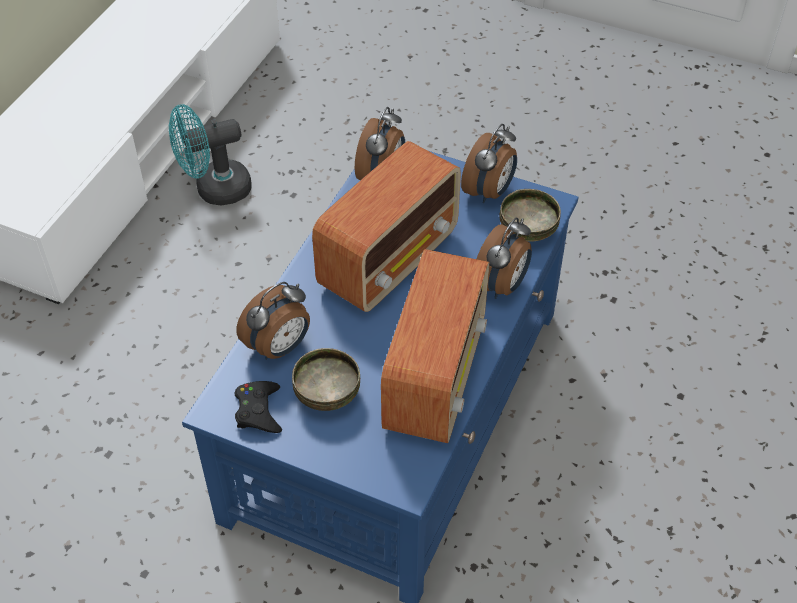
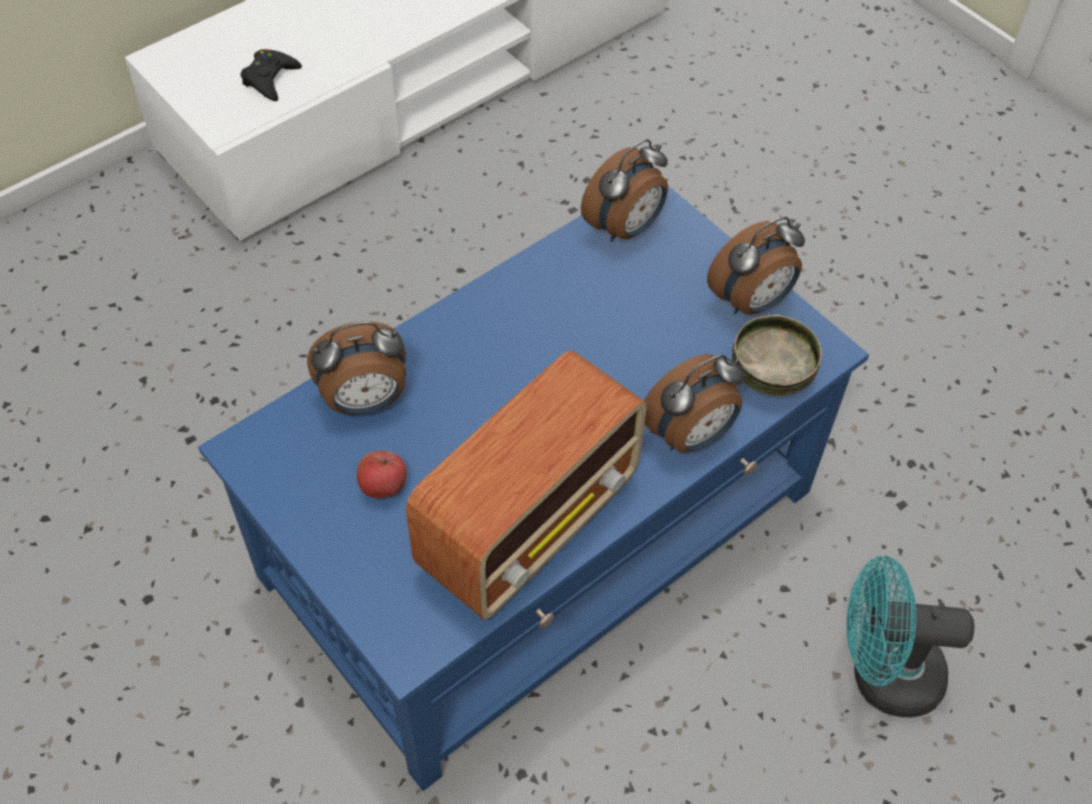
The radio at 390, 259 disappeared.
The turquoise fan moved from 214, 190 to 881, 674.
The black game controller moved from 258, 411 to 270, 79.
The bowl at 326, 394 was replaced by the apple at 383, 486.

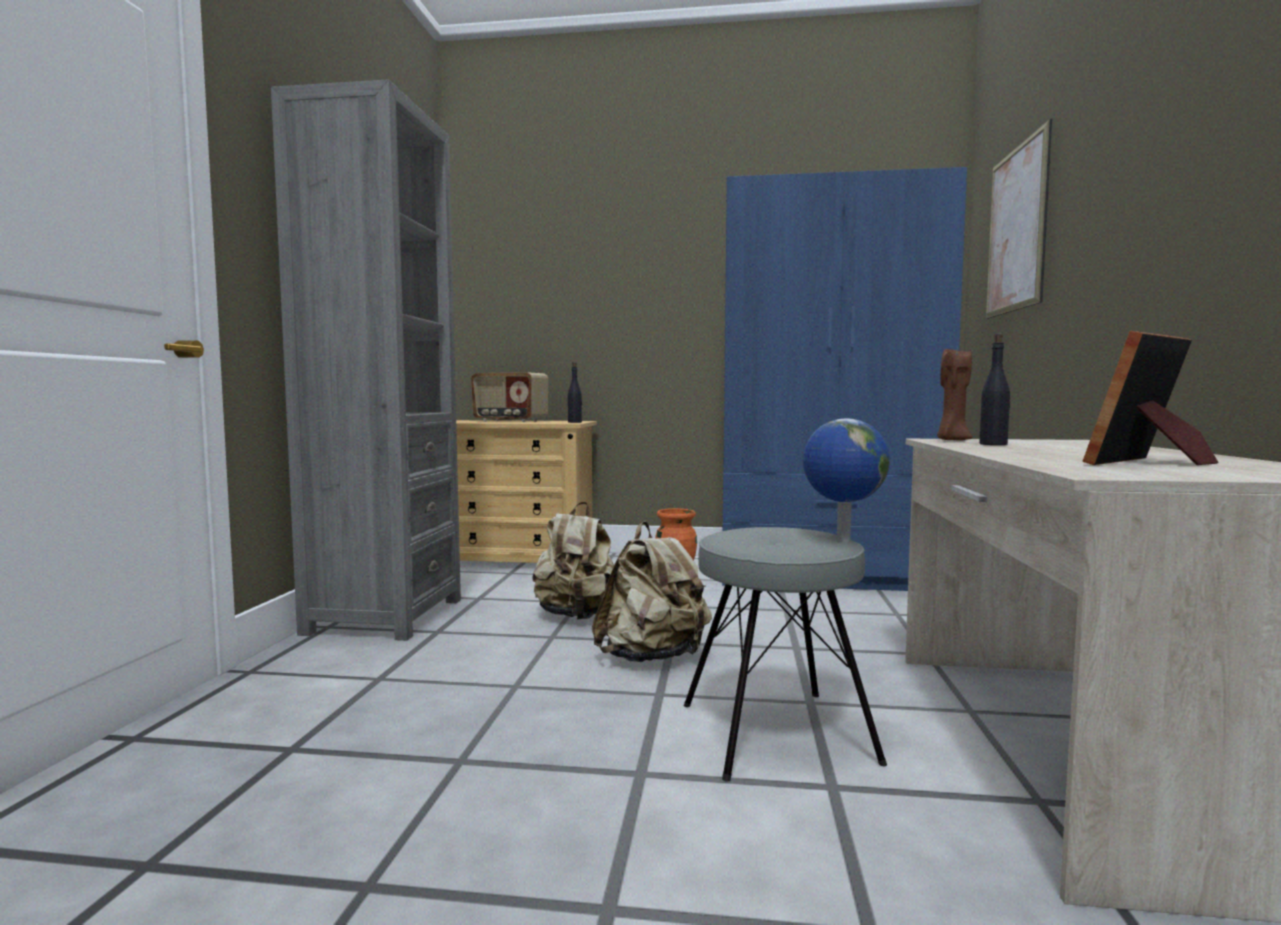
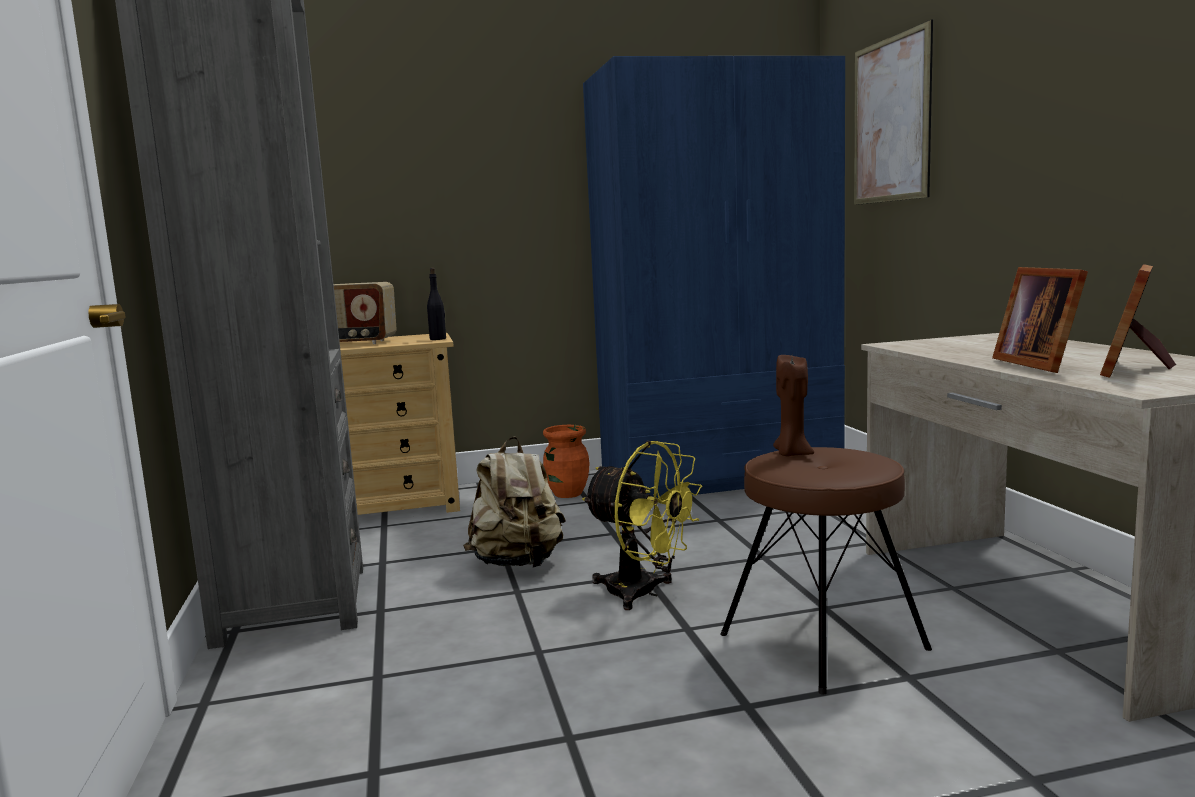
The globe at 842, 540 disappeared.
The black bottle at 993, 444 disappeared.
The picture frame at 1040, 364 appeared.
The brown candle moved from 952, 440 to 791, 454.
The beige backpack at 652, 657 was replaced by the yellow fan at 643, 593.
The grey stool at 774, 732 became the brown stool at 821, 641.

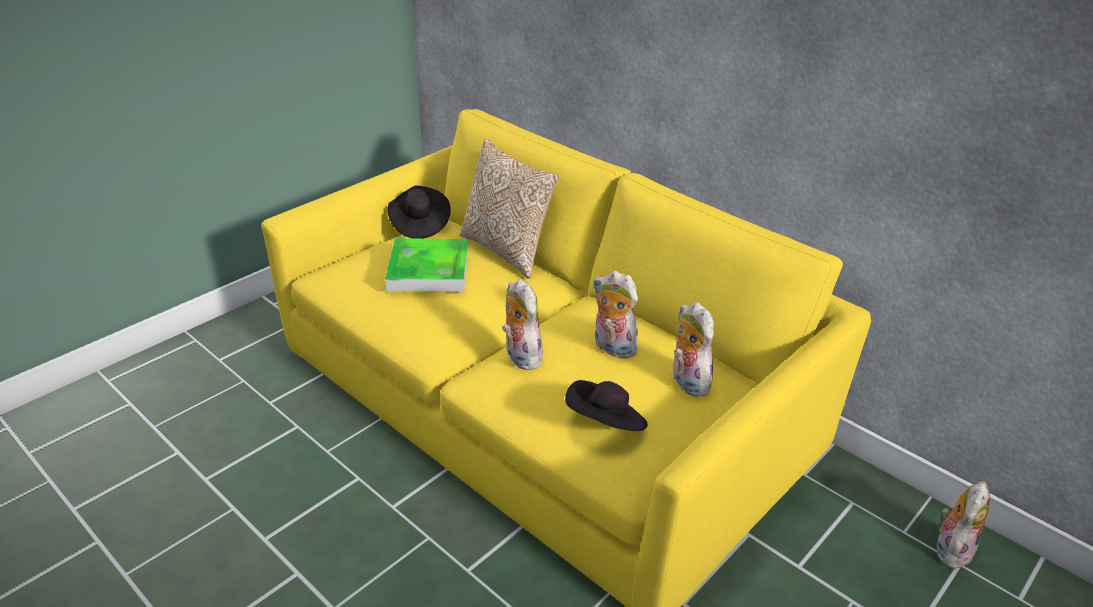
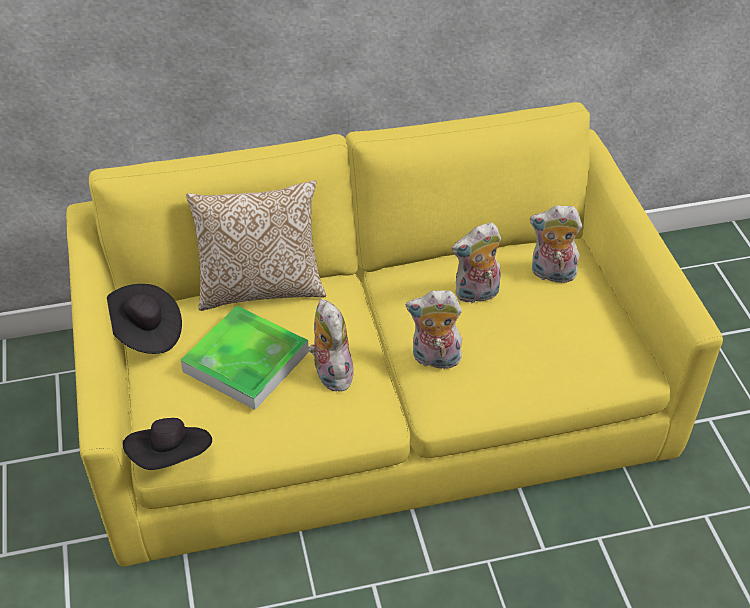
The black hat moved from 605, 424 to 171, 457.
The plush toy moved from 951, 548 to 330, 373.

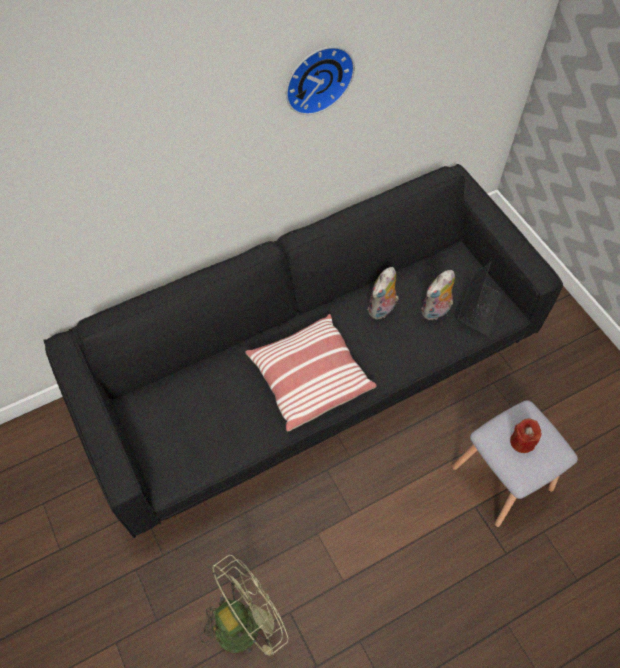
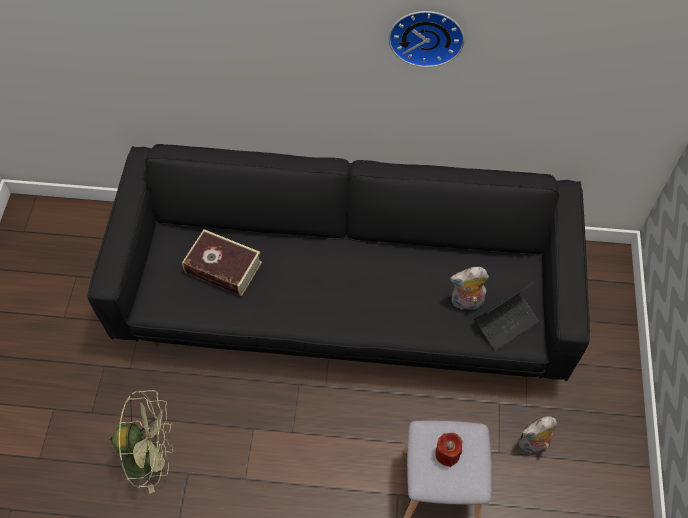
The pillow at 309, 378 disappeared.
The book at 223, 267 appeared.
The plush toy moved from 382, 310 to 533, 444.

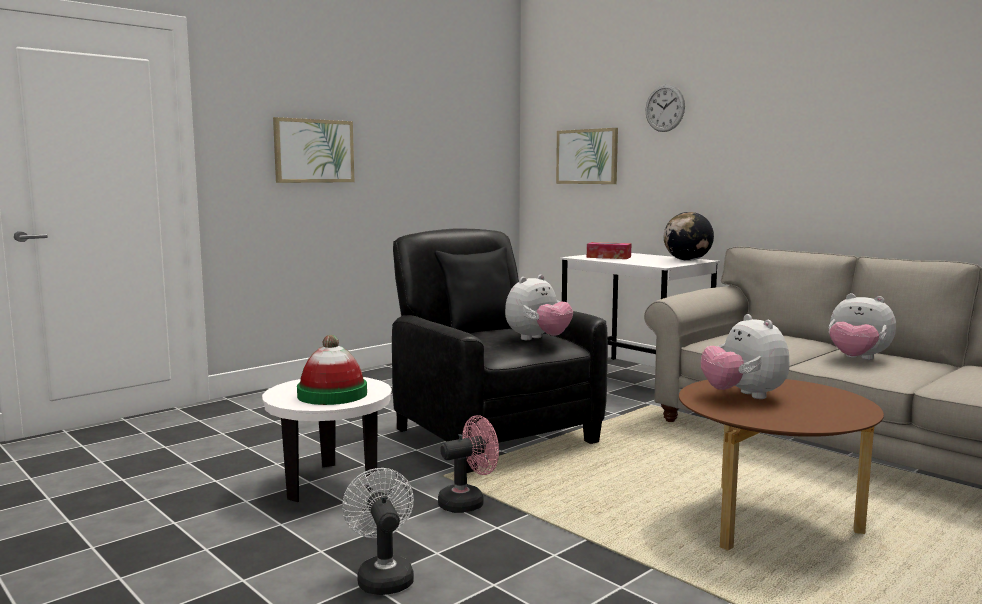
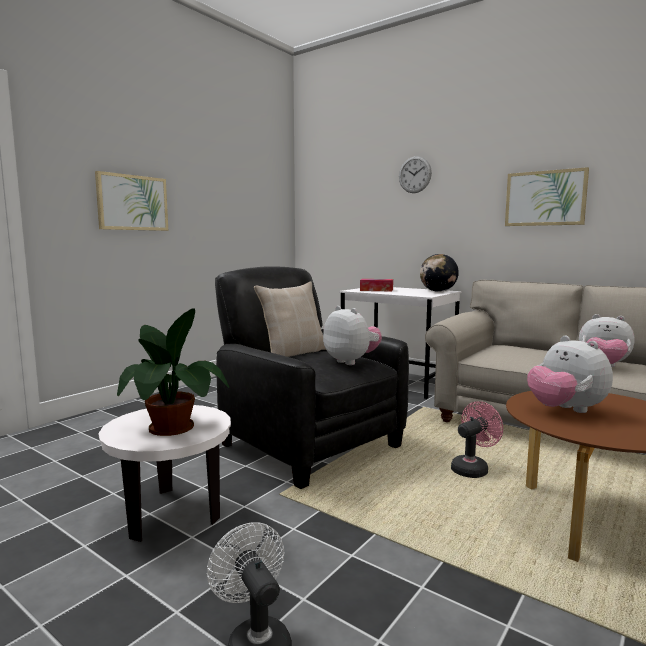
The pink fan moved from 468, 502 to 472, 469.
The picture moved from 587, 156 to 545, 198.
The hat at 332, 394 was replaced by the potted plant at 173, 428.
The black pillow at 480, 329 became the beige pillow at 293, 353.
The plush toy at 537, 339 turned 75 degrees counterclockwise.

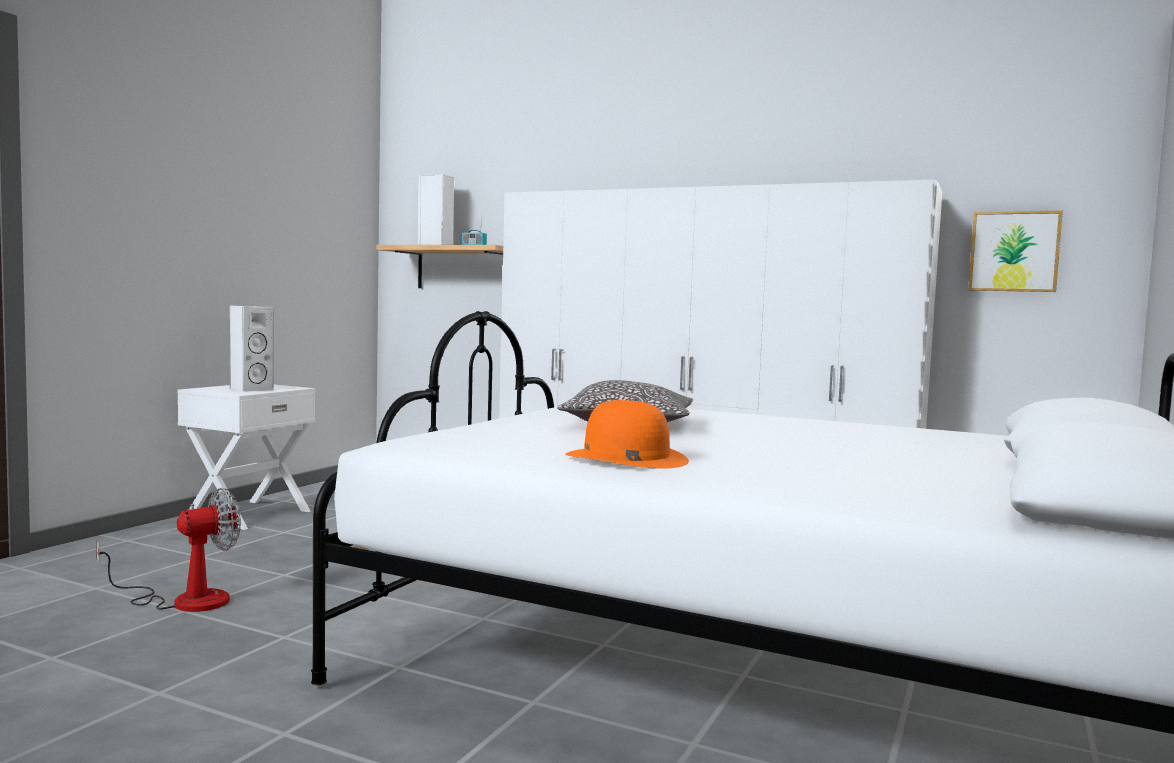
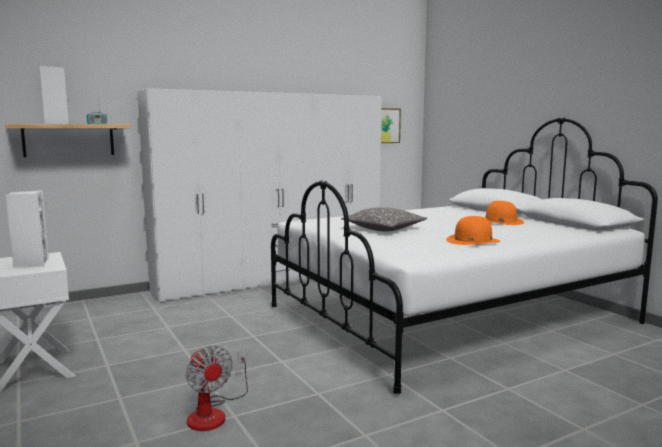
The orange hat at 500, 221 appeared.
The fan at 184, 600 turned 150 degrees clockwise.

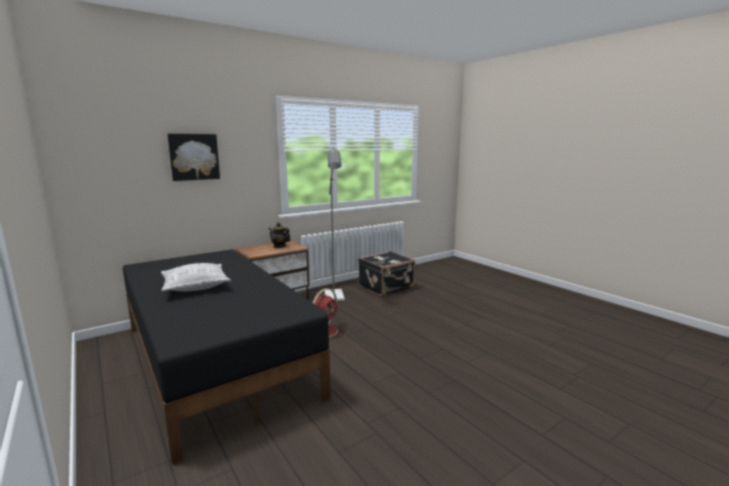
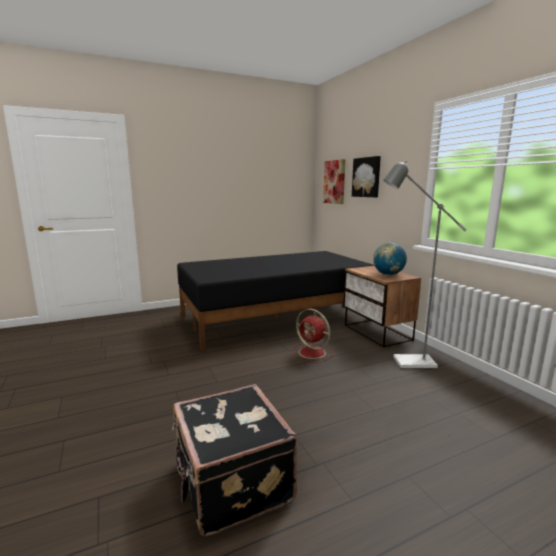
The pillow at 196, 286 disappeared.
The picture at 334, 182 appeared.
The black suitcase moved from 387, 287 to 231, 482.
The teapot at 279, 246 was replaced by the globe at 388, 274.

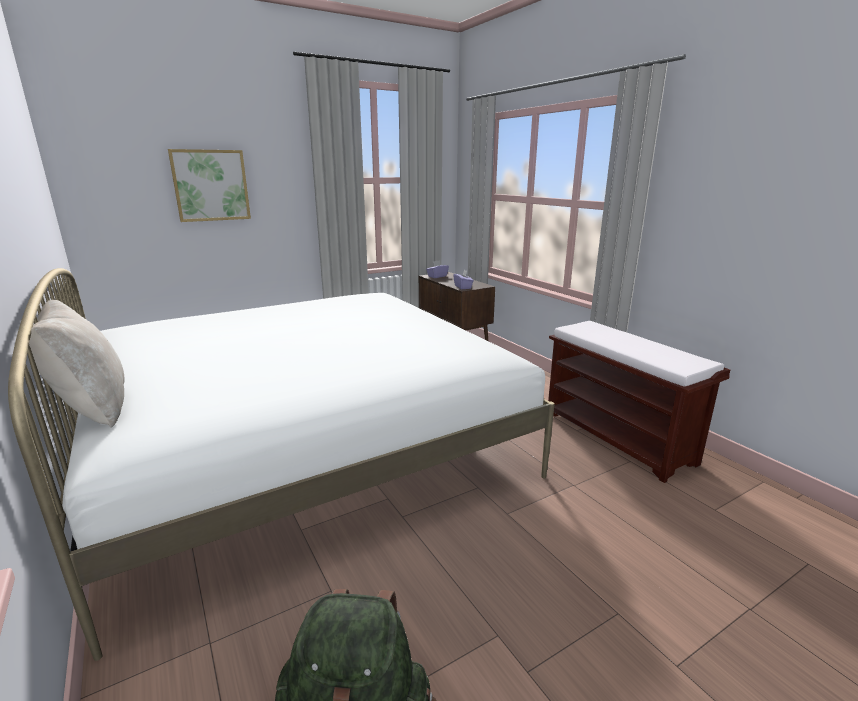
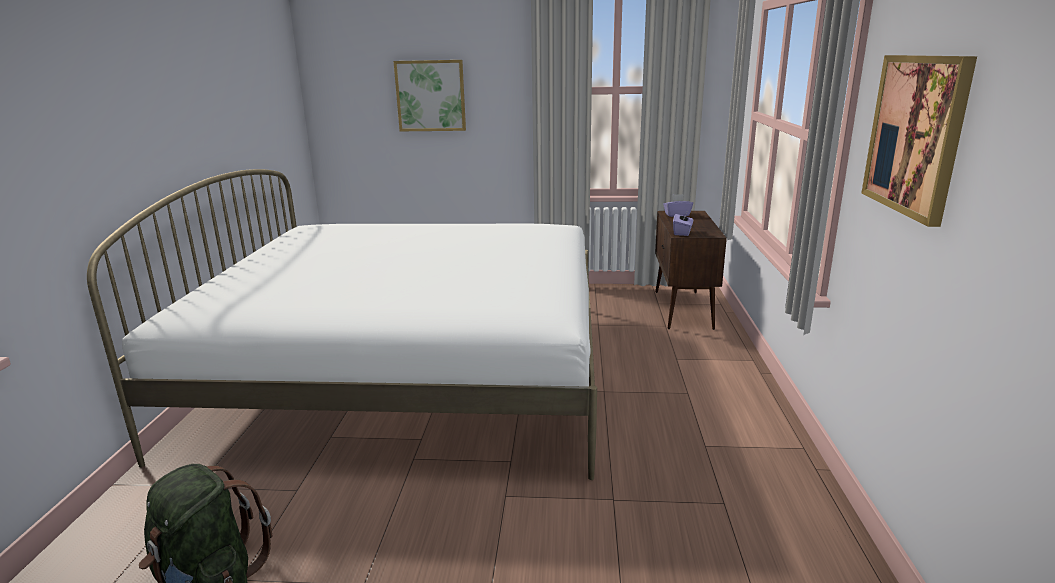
The beige pillow at 92, 408 disappeared.
The brown bench at 618, 438 disappeared.
The picture at 916, 135 appeared.

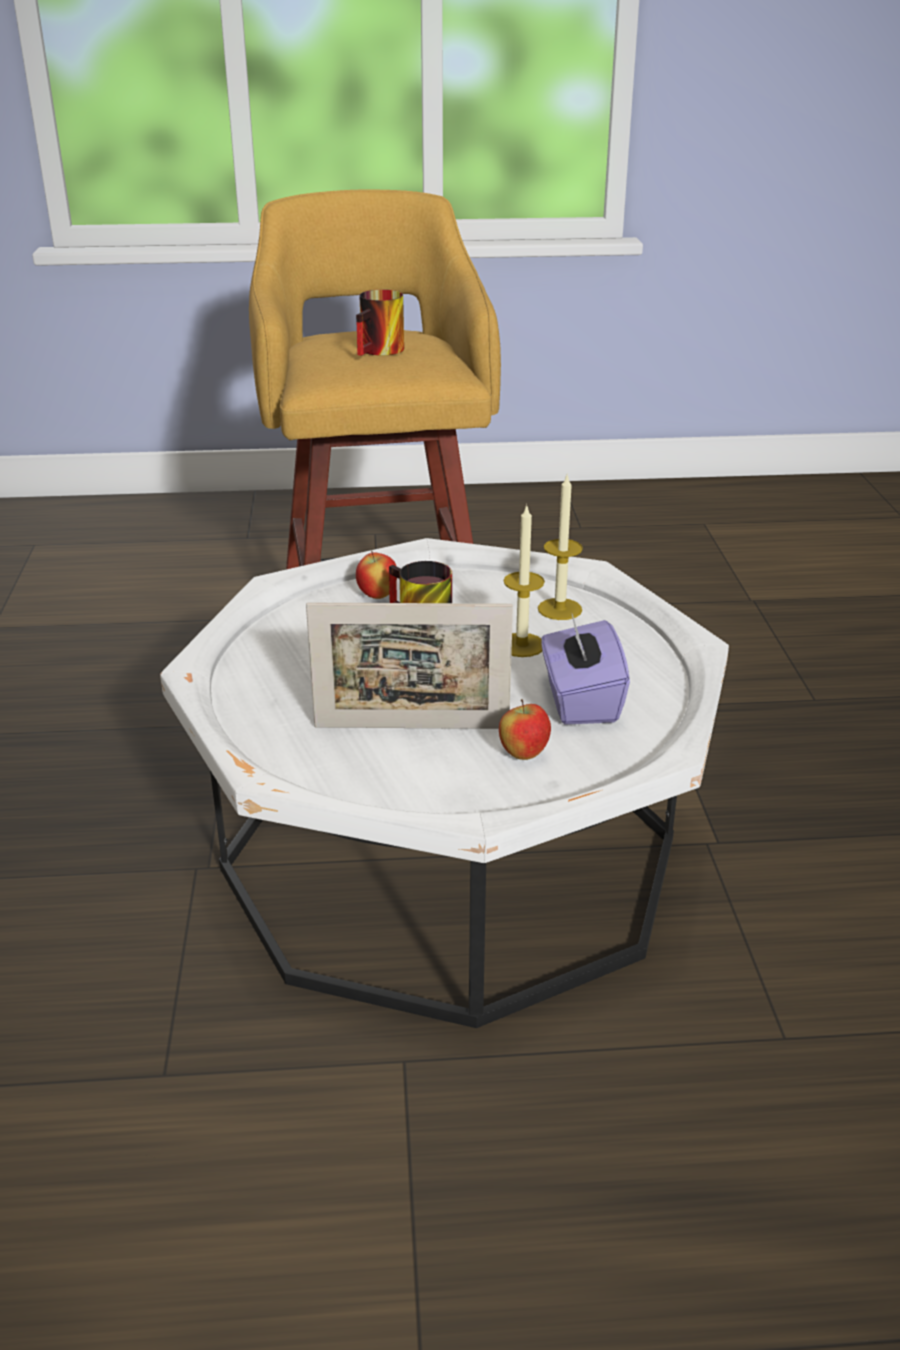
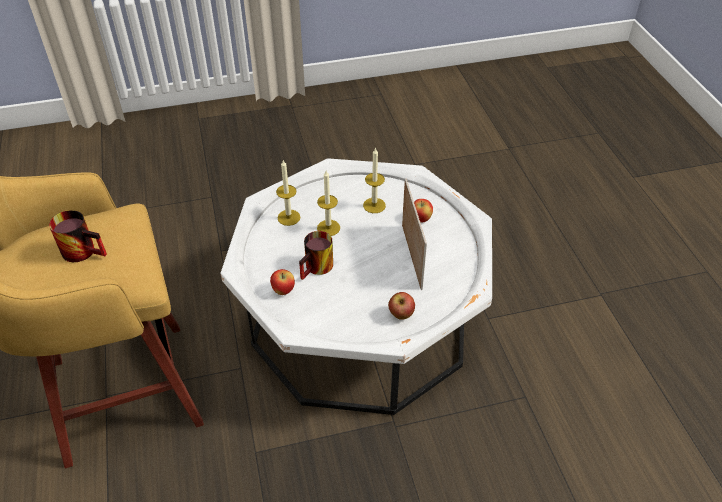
The apple at 401, 315 appeared.
The purple tissue box at 580, 700 was replaced by the candle at 374, 205.

